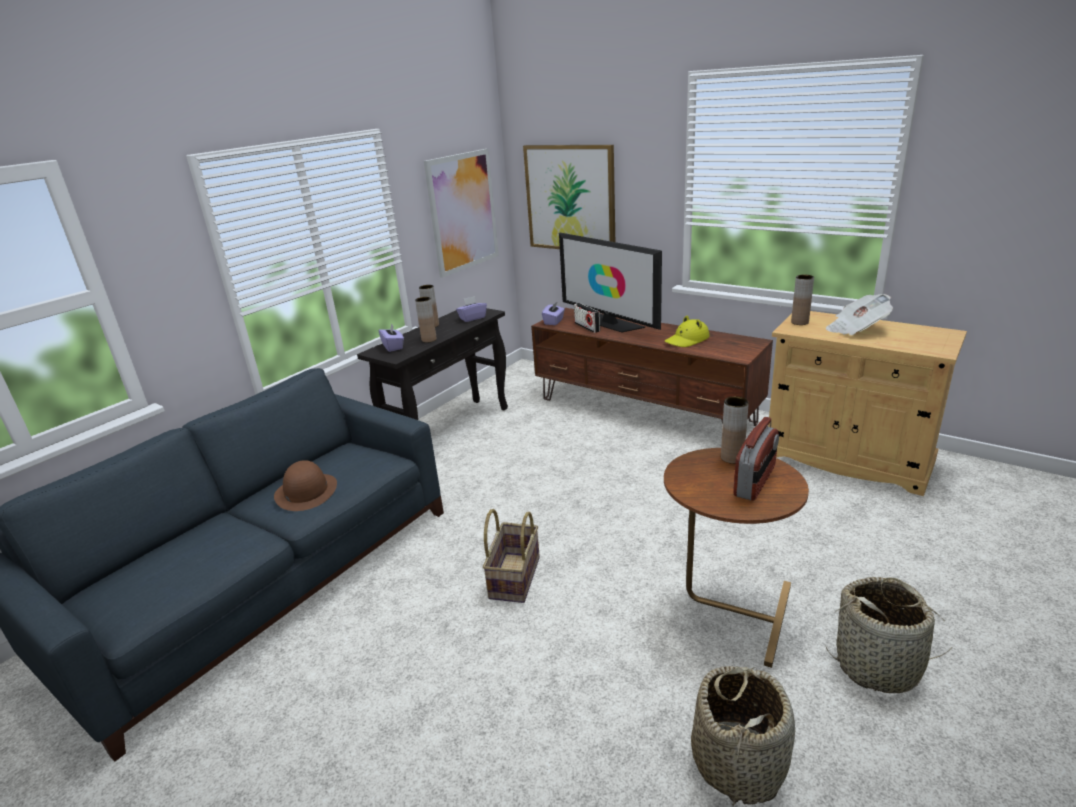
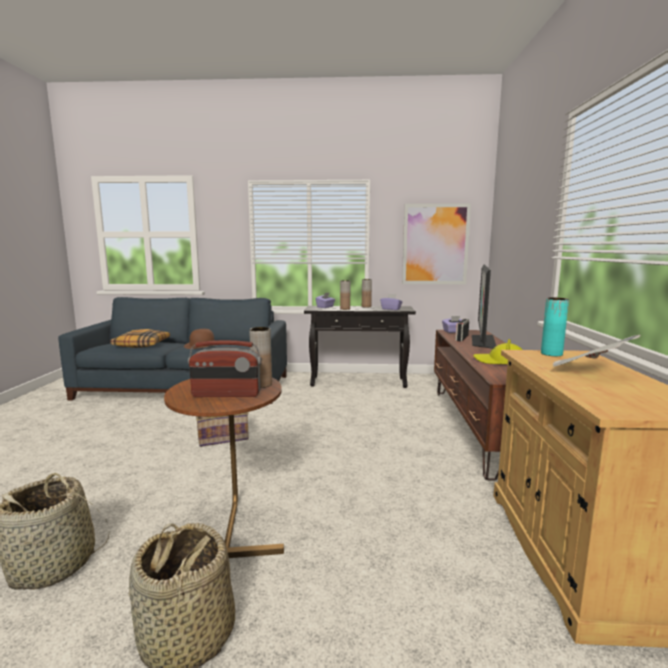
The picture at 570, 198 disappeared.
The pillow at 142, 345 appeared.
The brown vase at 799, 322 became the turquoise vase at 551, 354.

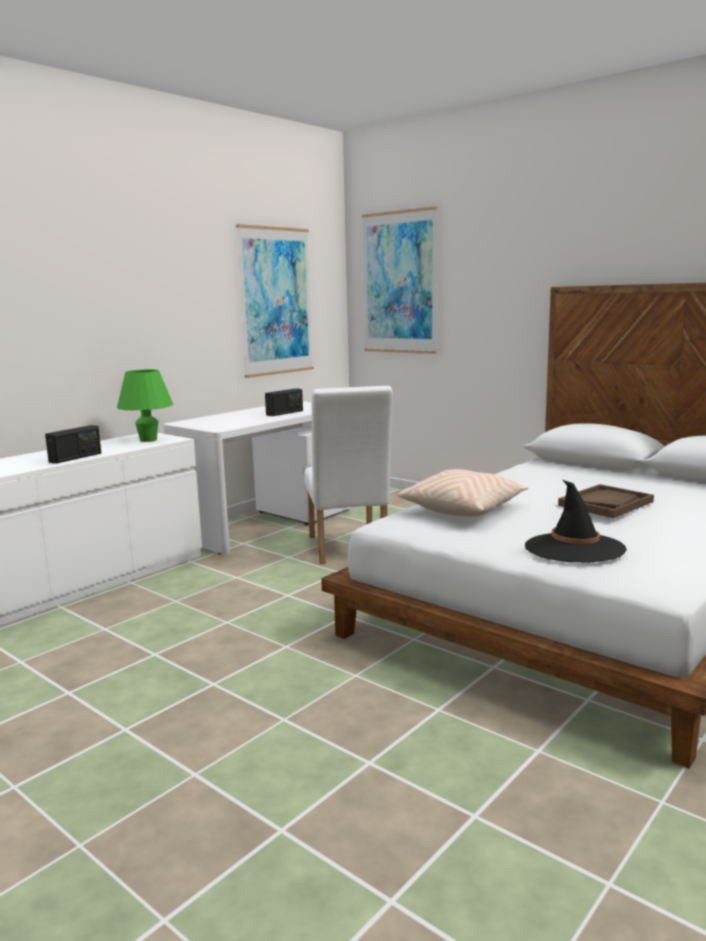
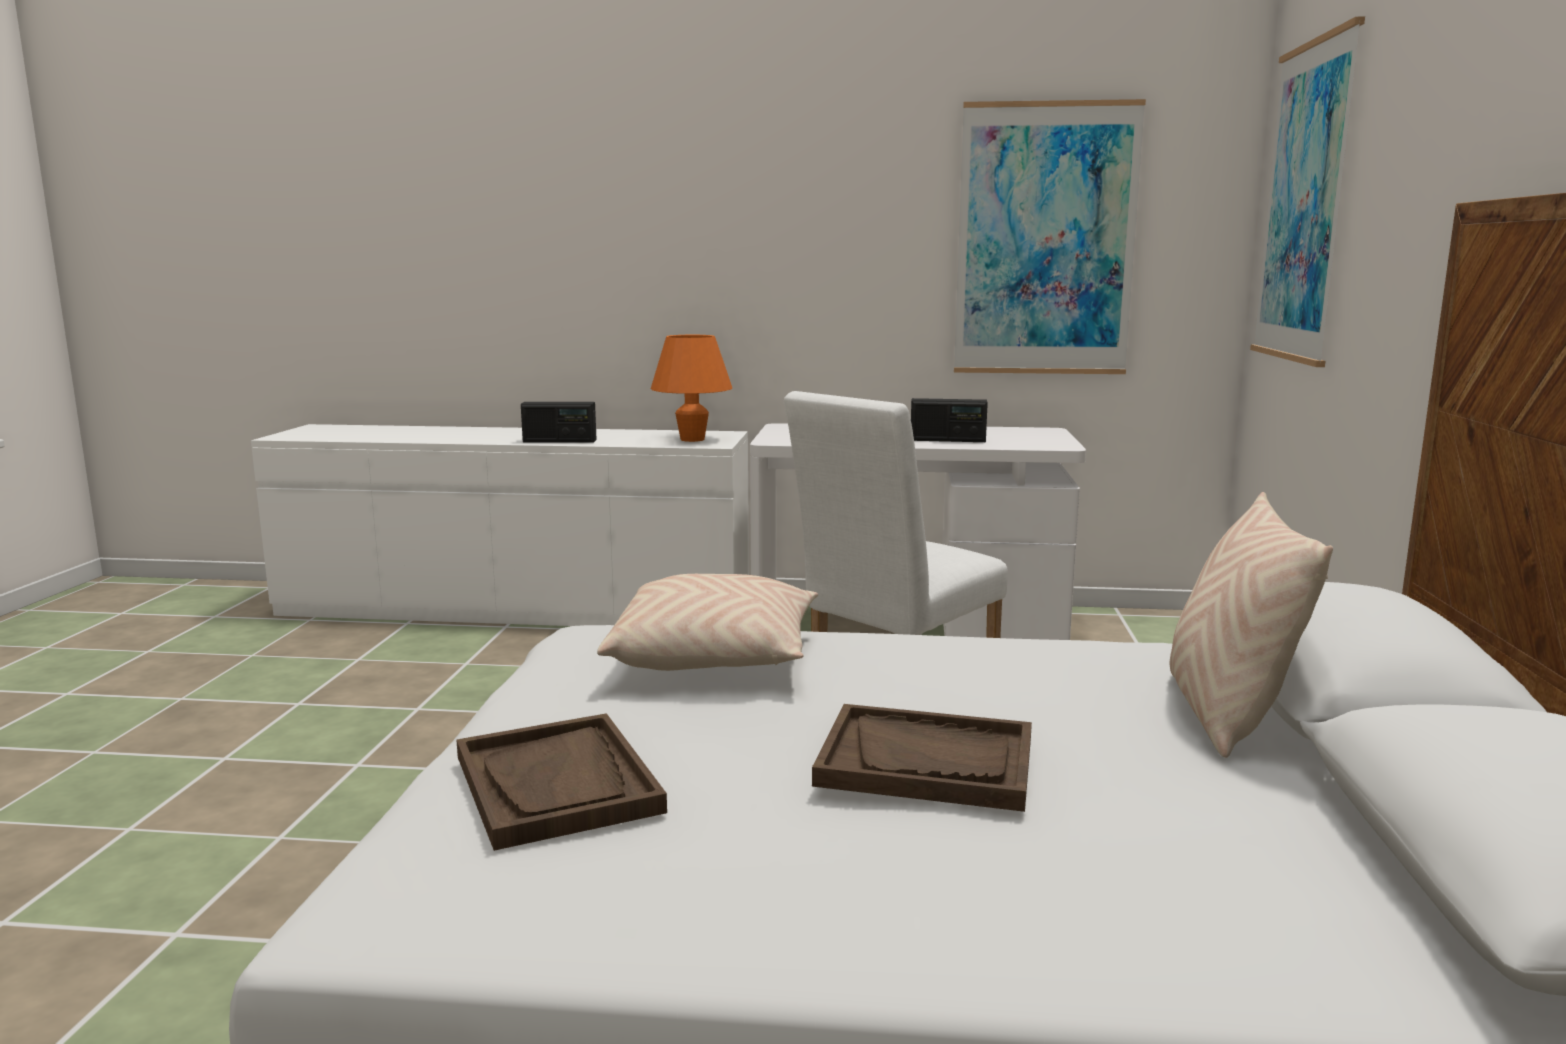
The beige pillow at 1225, 716 appeared.
The black hat at 574, 548 was replaced by the brown tray at 557, 784.
The green table lamp at 148, 440 became the orange table lamp at 692, 439.

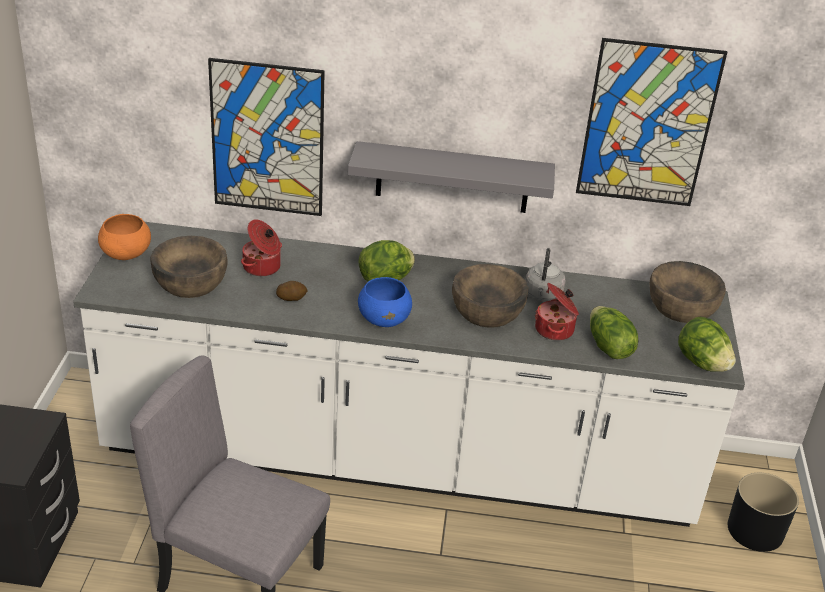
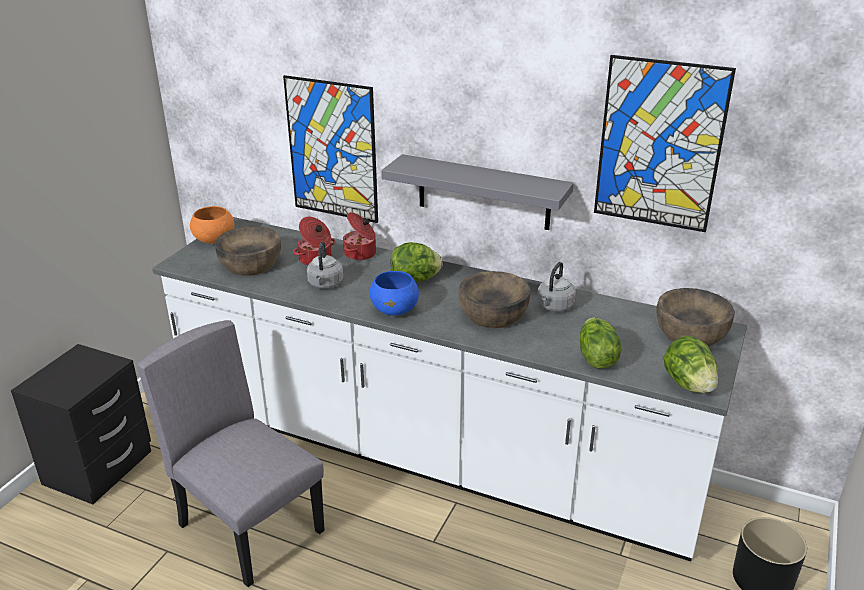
The cooking pot moved from 555, 330 to 361, 254.
The potato at 291, 298 was replaced by the grey kettle at 325, 284.

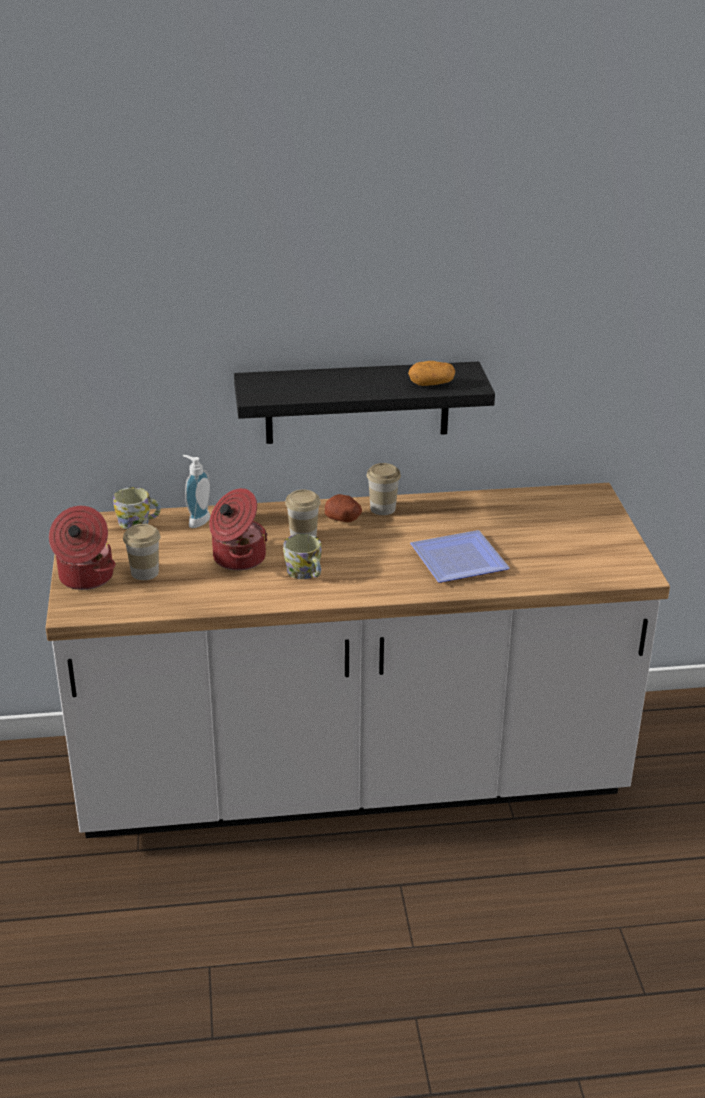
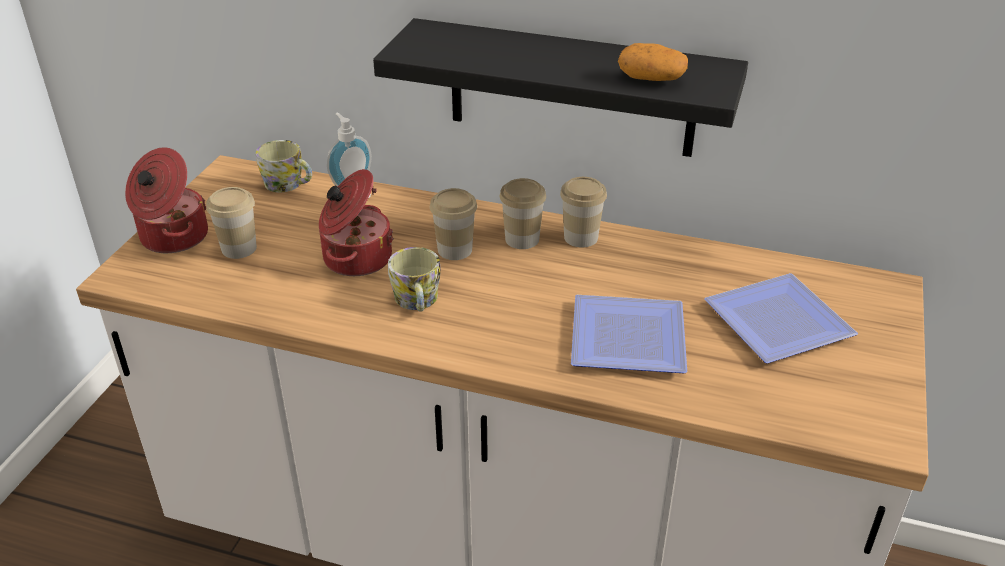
The plate at 772, 321 appeared.
The potato at 344, 519 was replaced by the cup at 522, 239.

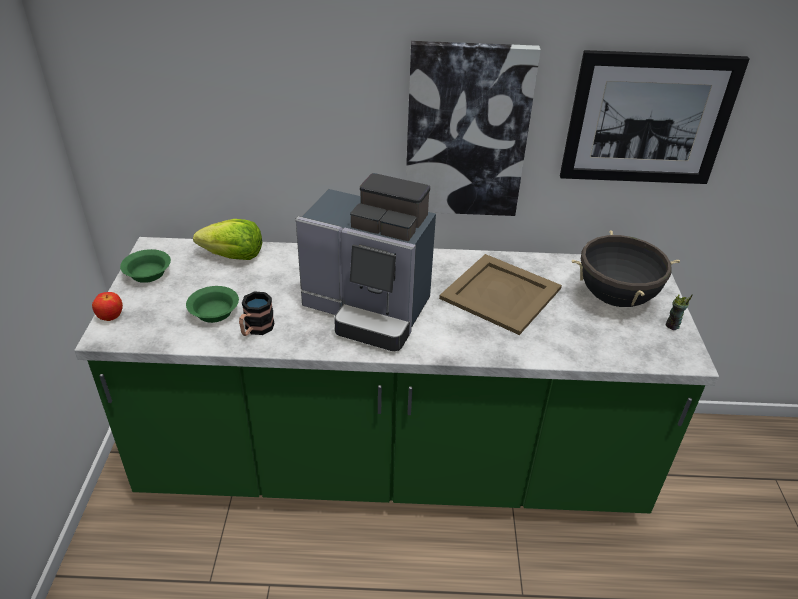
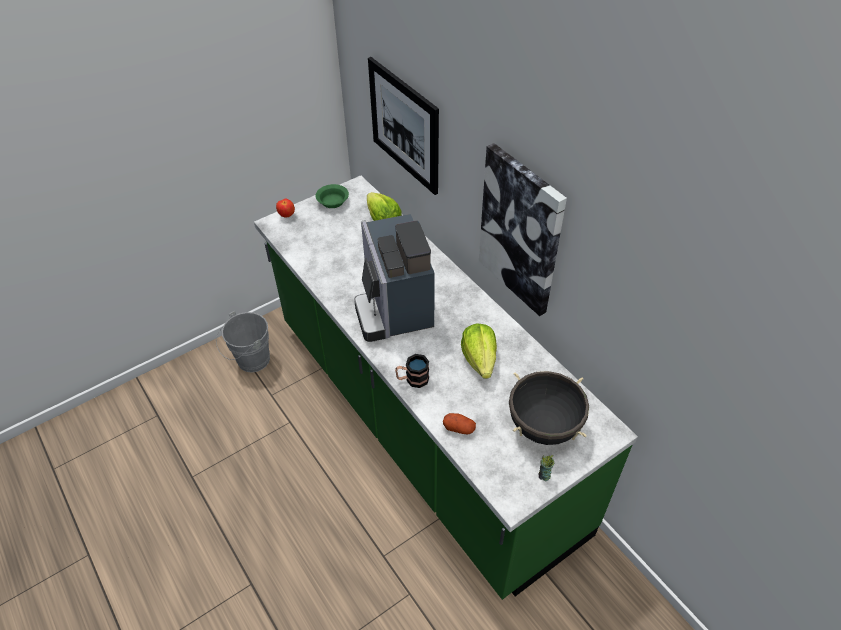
The green bowl at 214, 312 disappeared.
The grey bucket at 250, 361 appeared.
The potato at 459, 428 appeared.
The mug moved from 256, 329 to 412, 379.
The picture moved from 648, 119 to 404, 125.
The beige tray at 500, 293 was replaced by the lettuce at 479, 360.

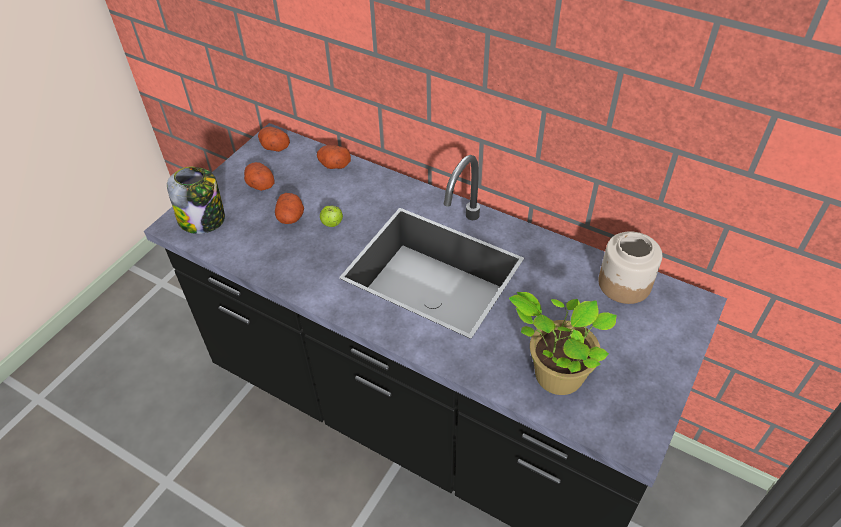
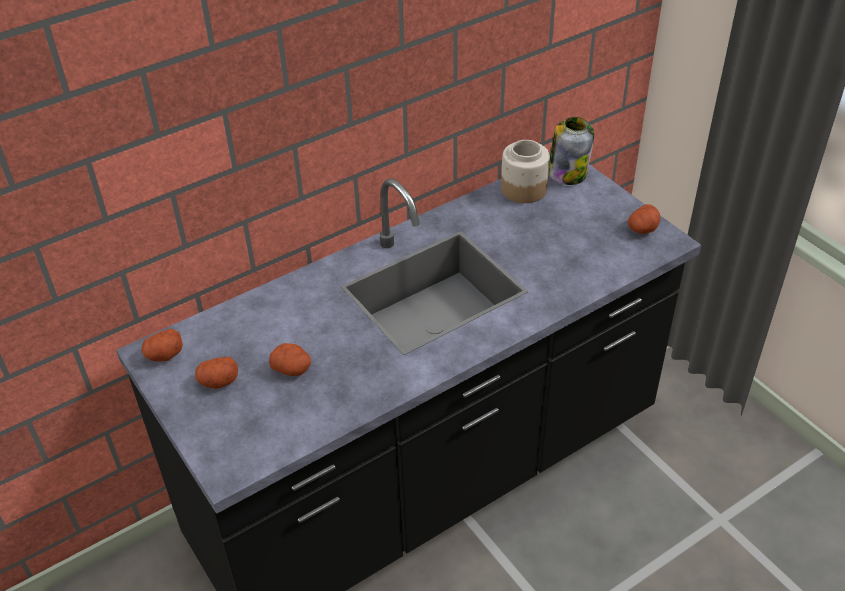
The apple at 332, 224 disappeared.
The potted plant at 554, 375 disappeared.
The jar moved from 203, 219 to 567, 173.
The potato moved from 334, 164 to 642, 229.

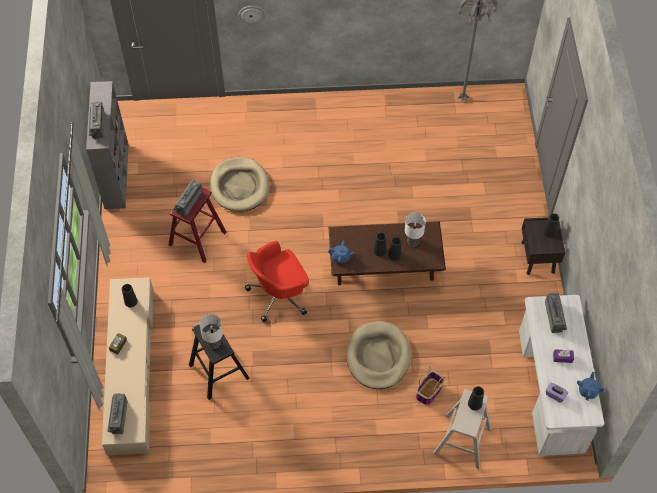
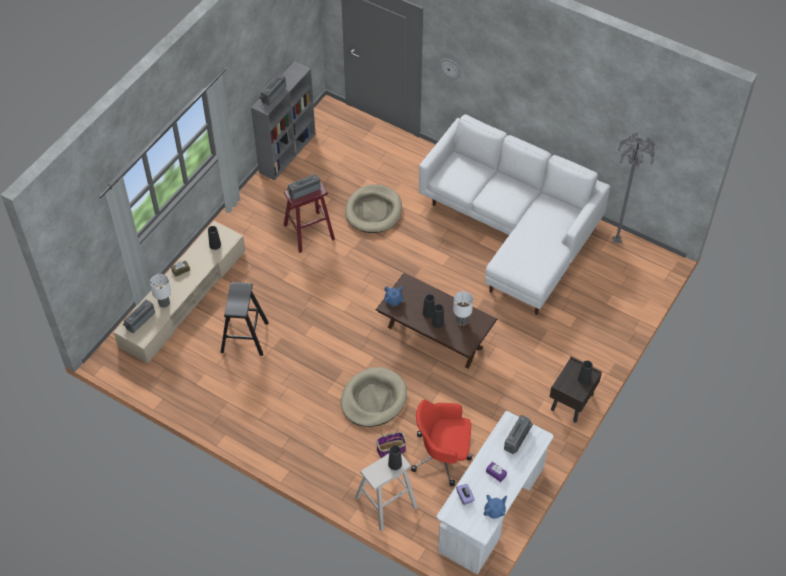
The white sofa at 513, 229 appeared.
The table lamp moved from 214, 342 to 164, 303.
The red office chair moved from 279, 294 to 443, 456.

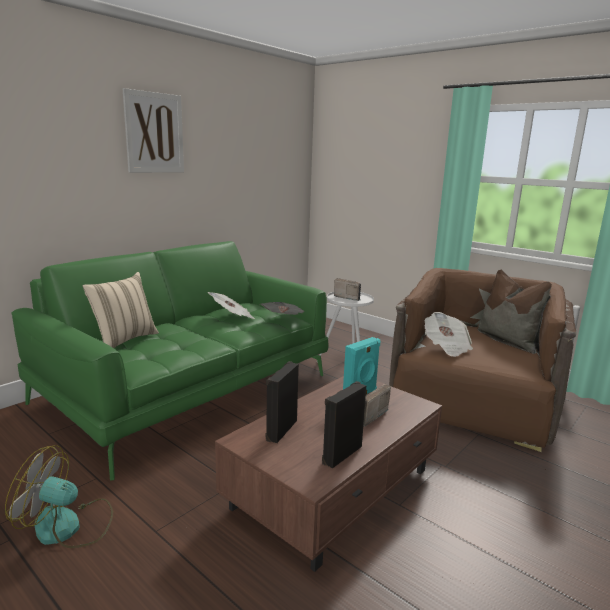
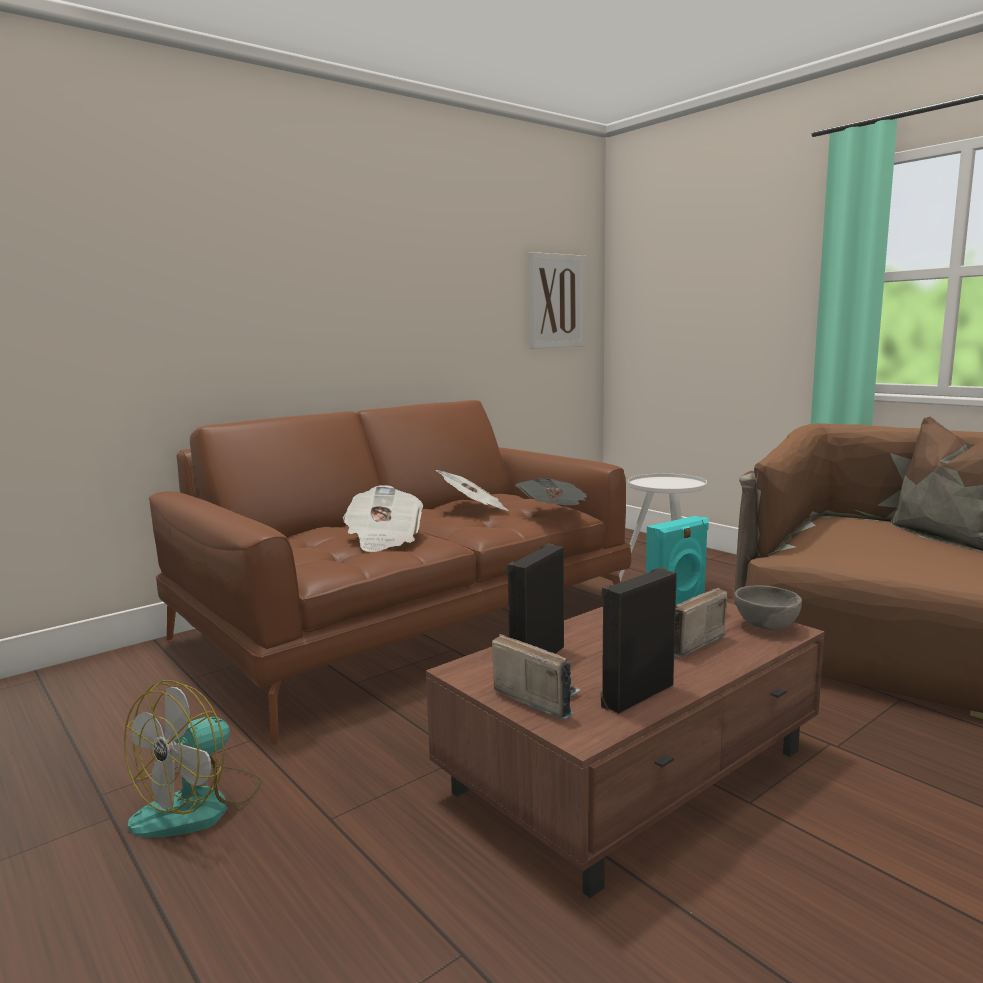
The beige pillow at 124, 340 disappeared.
The grey bowl at 766, 627 appeared.
The picture moved from 154, 133 to 556, 301.
The radio moved from 348, 297 to 538, 698.
The newspaper moved from 446, 347 to 383, 540.
The green sofa at 189, 388 became the brown sofa at 408, 623.
The fan at 68, 527 turned 75 degrees counterclockwise.

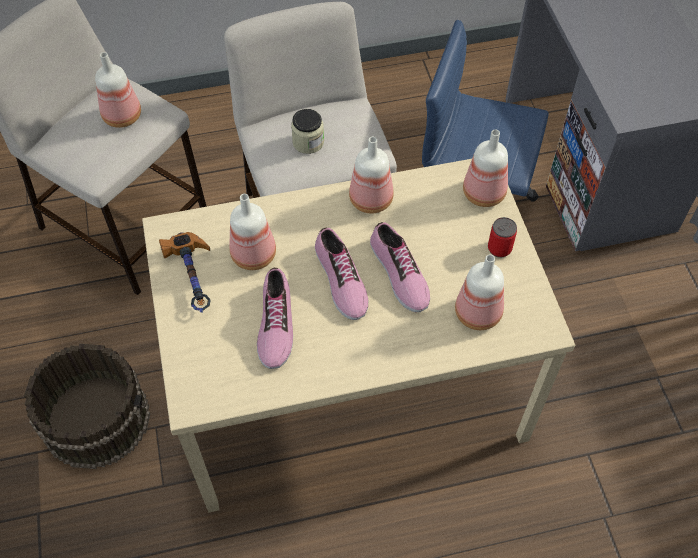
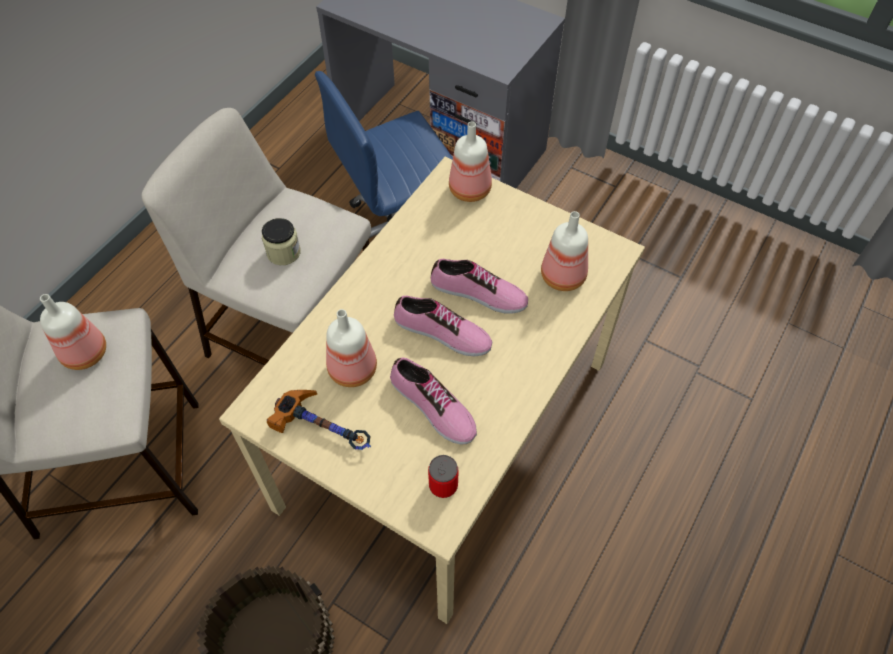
The bottle at 370, 198 disappeared.
The can moved from 499, 248 to 443, 485.

